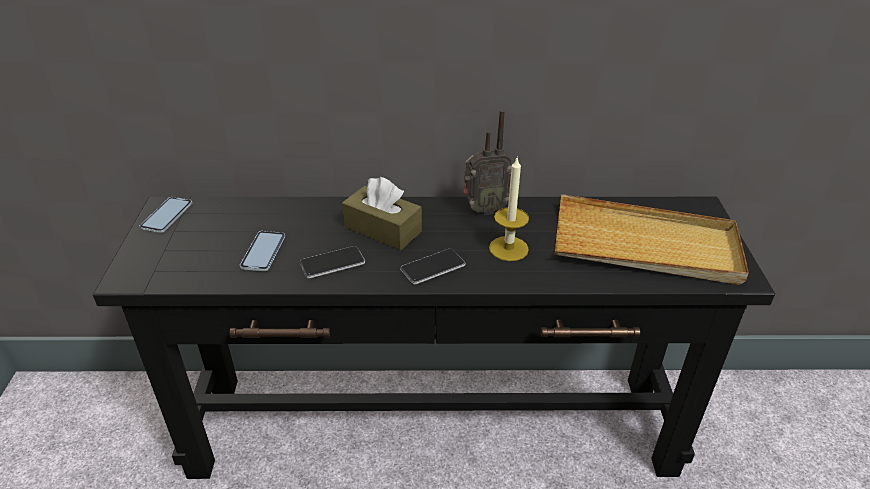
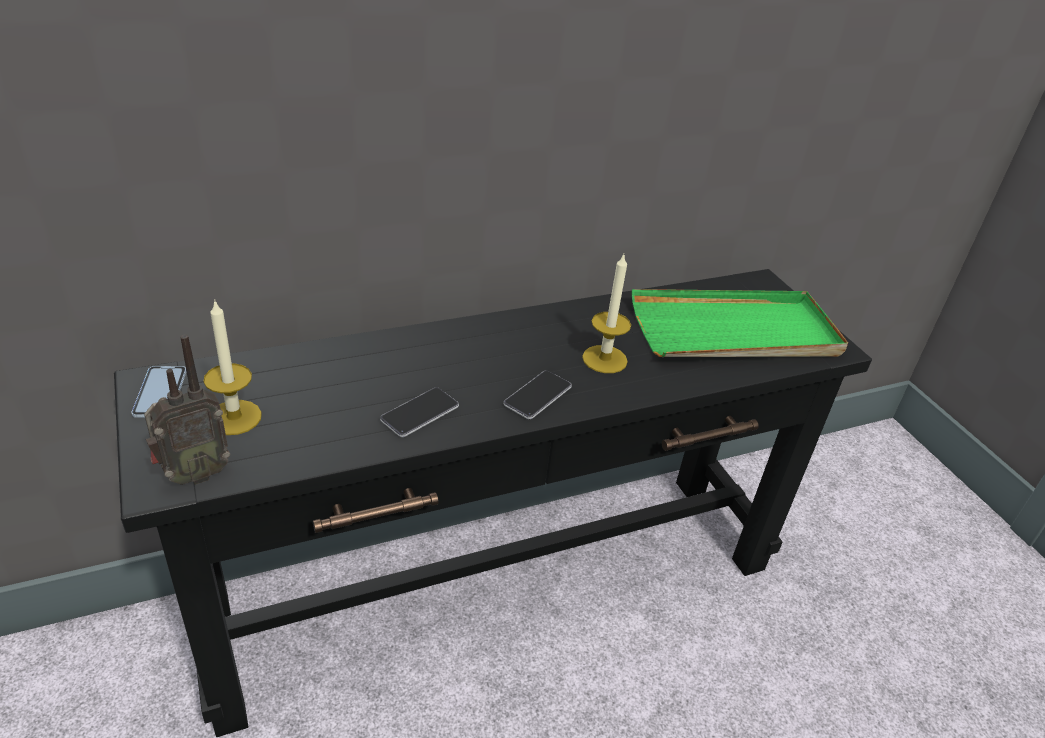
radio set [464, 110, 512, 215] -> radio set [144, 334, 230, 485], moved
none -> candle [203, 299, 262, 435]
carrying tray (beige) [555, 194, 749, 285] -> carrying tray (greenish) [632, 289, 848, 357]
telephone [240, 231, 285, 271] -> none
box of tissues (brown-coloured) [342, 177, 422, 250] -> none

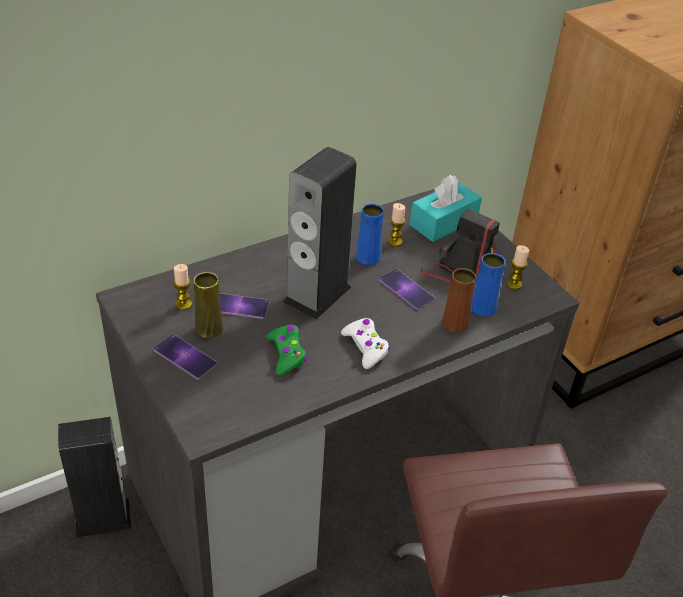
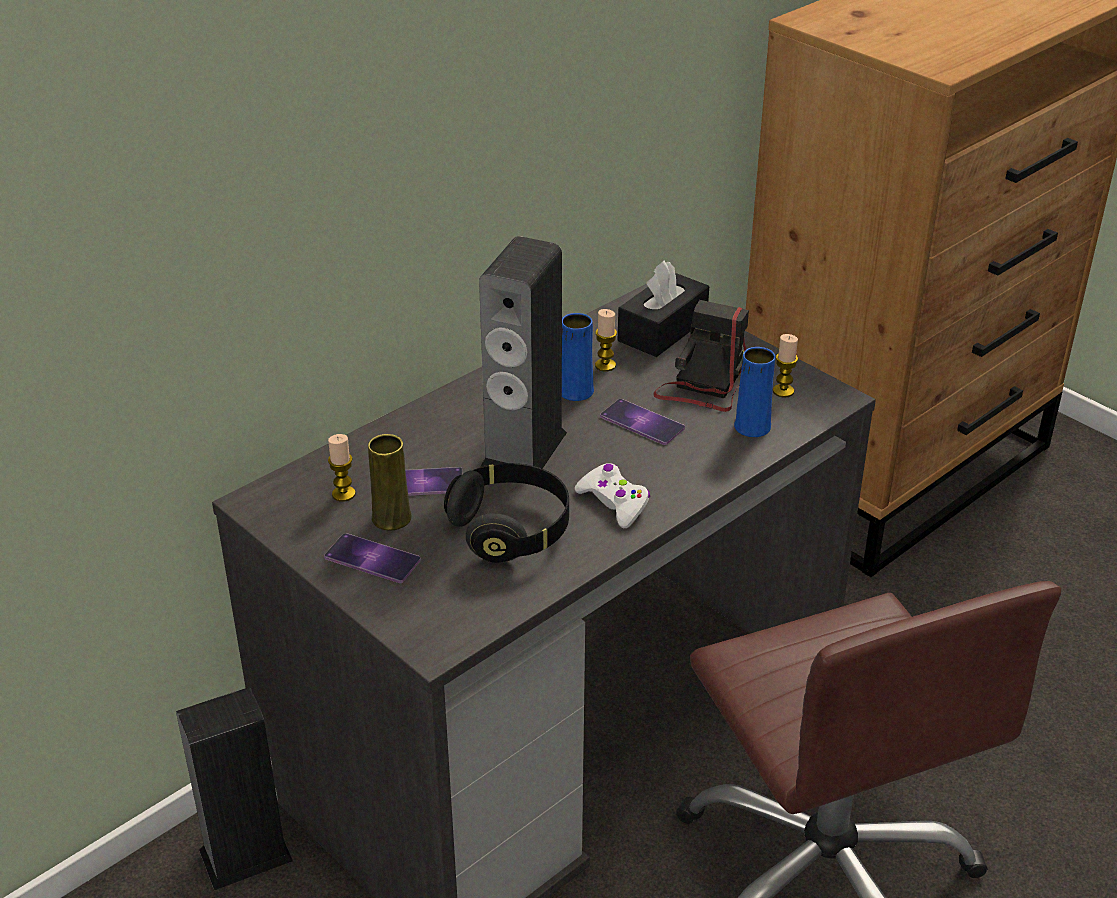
joypad (greenish) [266, 325, 307, 376] -> headphones (blackish) [444, 463, 569, 563]
box of tissues (blue-green) [410, 175, 482, 242] -> box of tissues (blackish) [618, 261, 709, 357]
decorative vase (brown-coloured) [442, 268, 476, 333] -> none

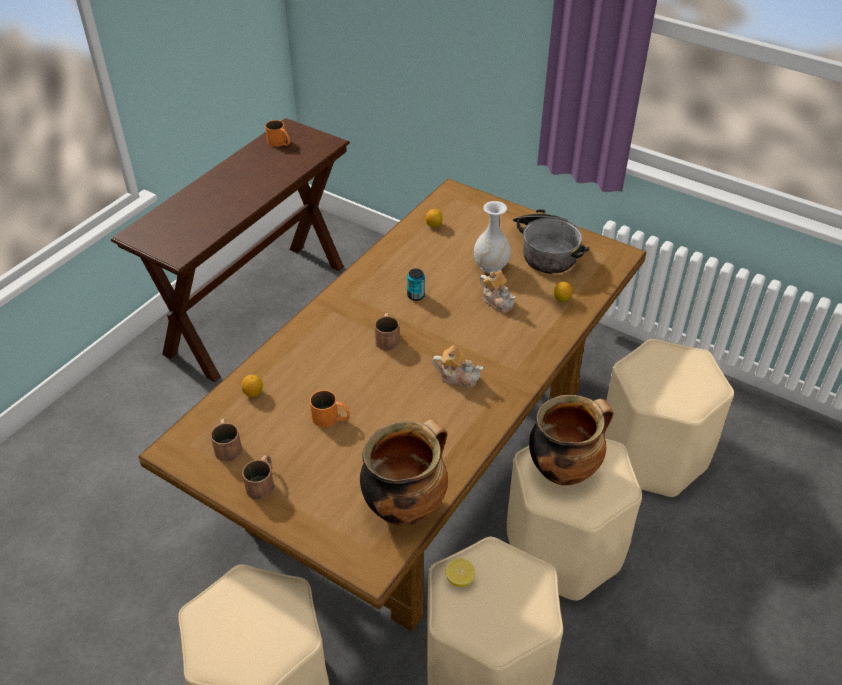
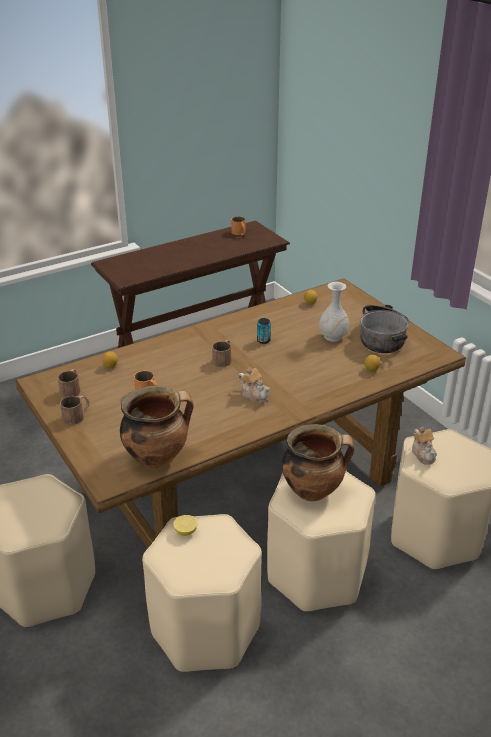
pot for tea [480, 270, 516, 313] -> pot for tea [412, 427, 437, 465], moved

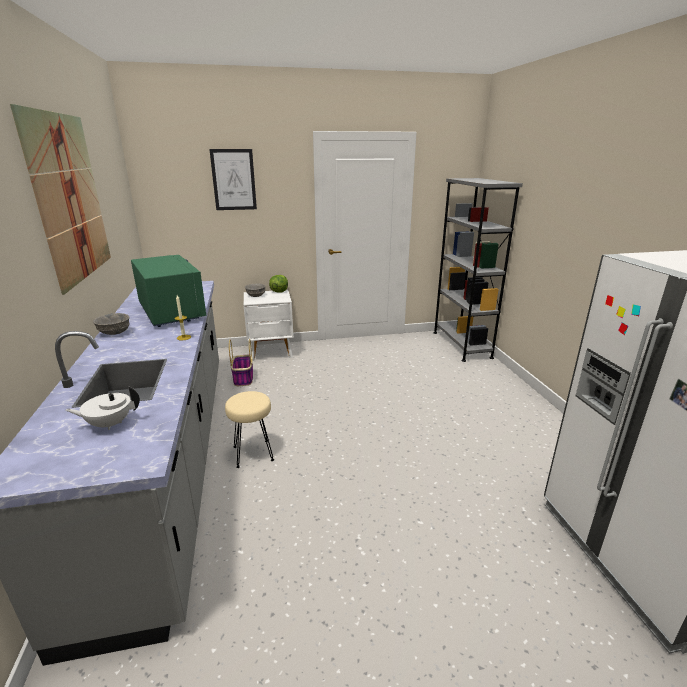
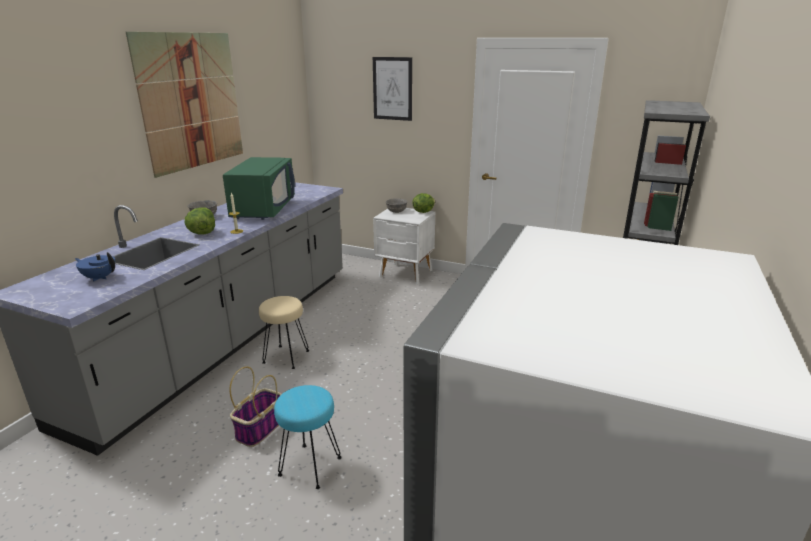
pot for tea (whitish) [66, 386, 140, 430] -> pot for tea (blue) [75, 252, 115, 281]
none -> lettuce head [185, 207, 215, 234]
household basket [229, 339, 253, 386] -> household basket [229, 366, 282, 447], moved
none -> stool (blue-green) [274, 385, 342, 489]

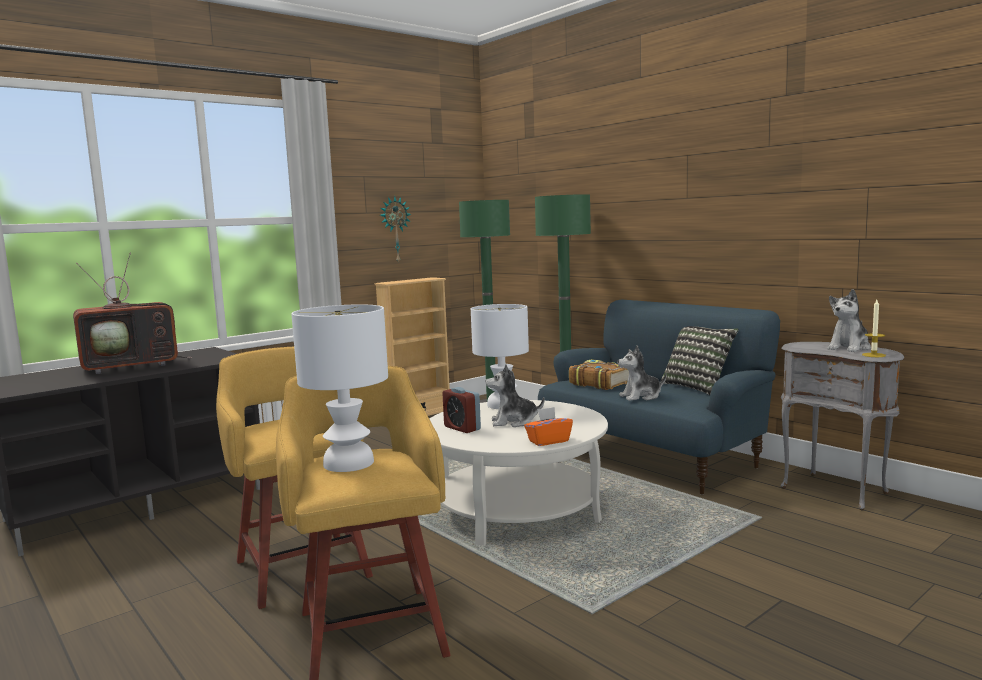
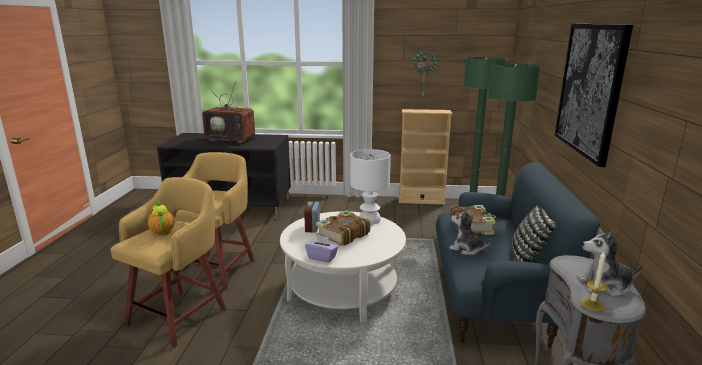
table lamp (whitish) [291, 304, 388, 472] -> pot for tea [148, 200, 174, 236]
box of tissues (orange-coloured) [524, 407, 573, 446] -> box of tissues (purple) [305, 235, 338, 263]
cuddly toy [486, 364, 545, 427] -> book [316, 210, 370, 246]
none -> wall art [554, 24, 633, 167]

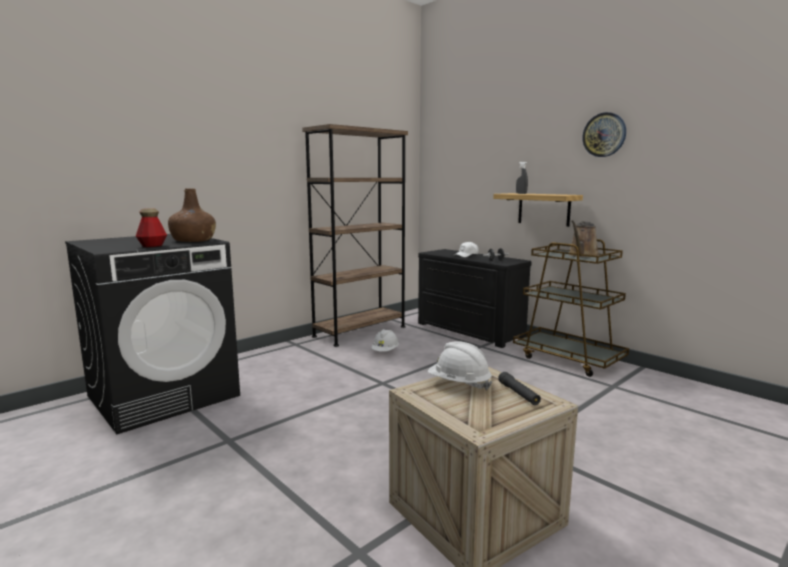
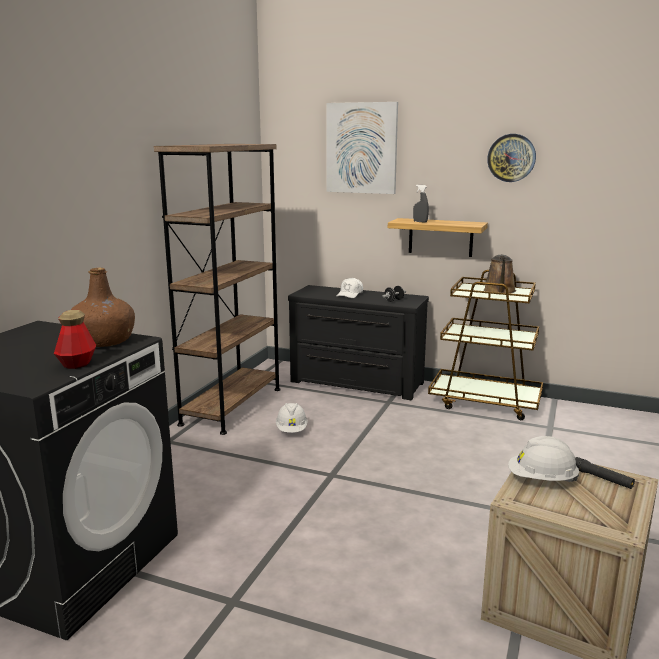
none -> wall art [326, 102, 398, 194]

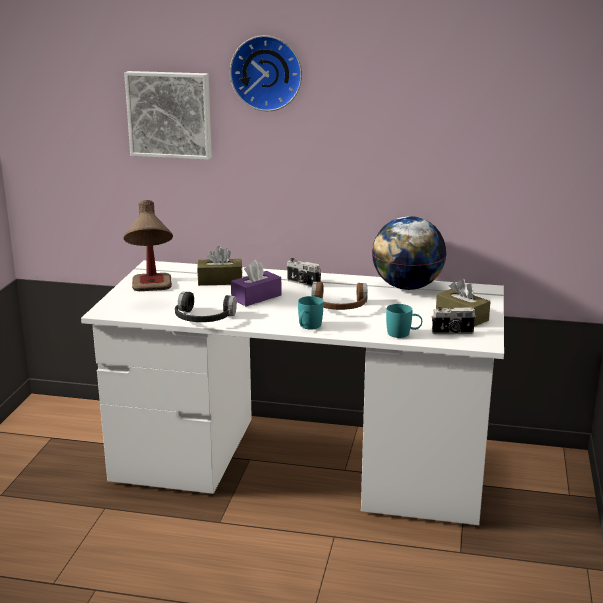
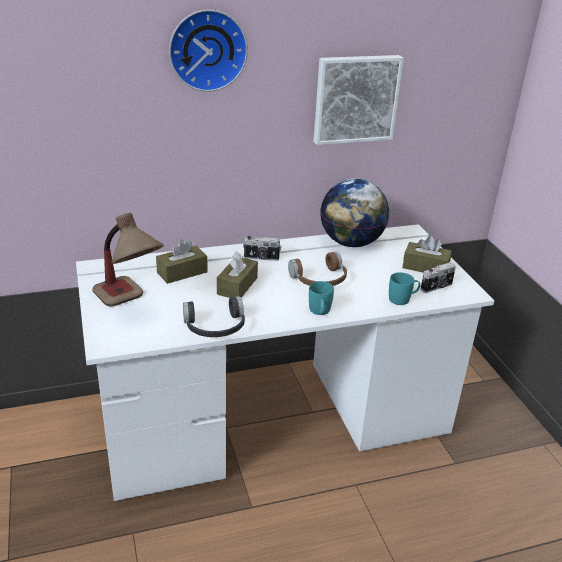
box of tissues (purple) [231, 260, 281, 306] -> box of tissues (brown-coloured) [217, 251, 258, 298]
wall art [124, 71, 212, 160] -> wall art [314, 55, 404, 145], moved

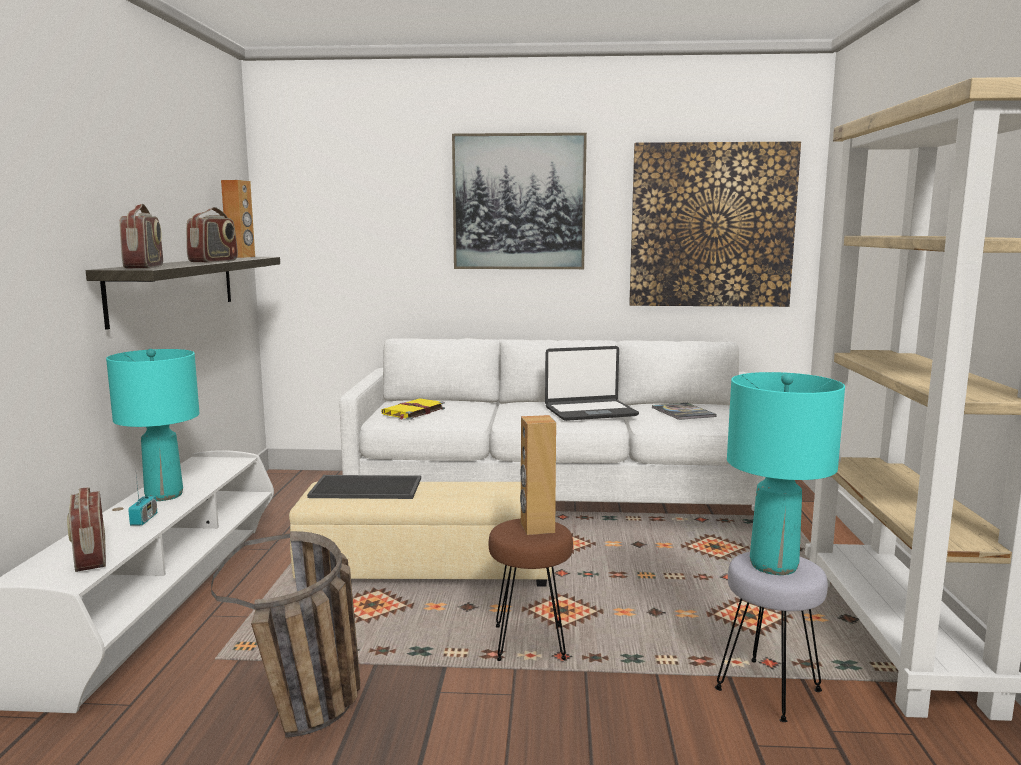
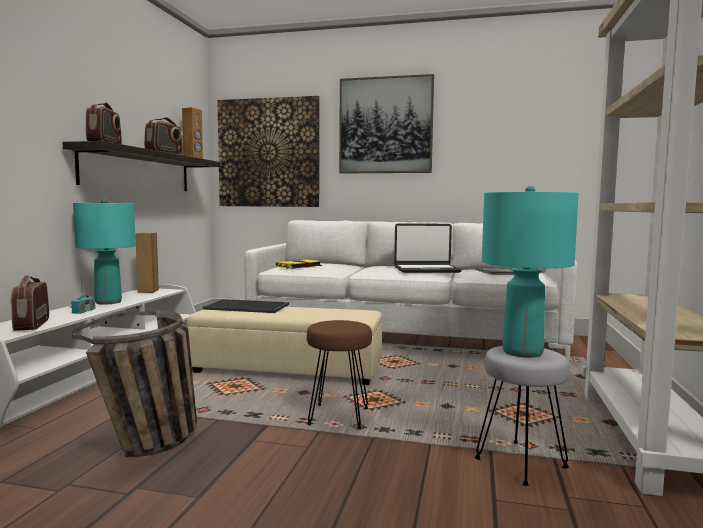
loudspeaker (brown-coloured) [520, 415, 556, 535] -> loudspeaker (brown-coloured) [135, 232, 159, 293], moved
wall art [629, 142, 801, 307] -> wall art [217, 96, 320, 207], moved

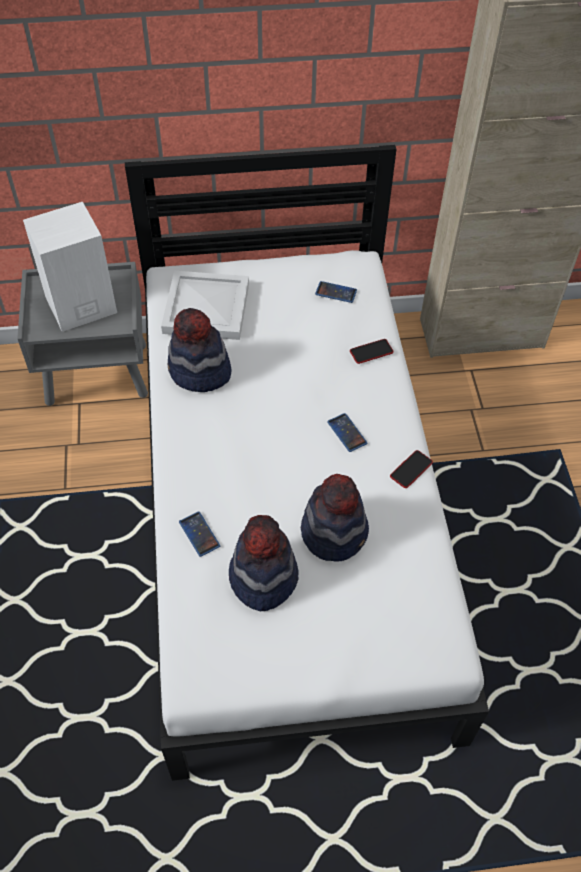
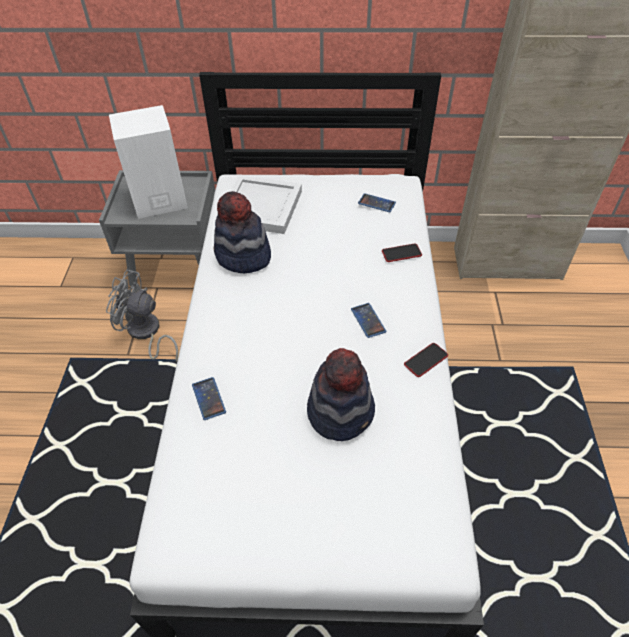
none -> electric fan (greyish) [106, 269, 179, 362]
clothing hat [229, 515, 299, 611] -> none

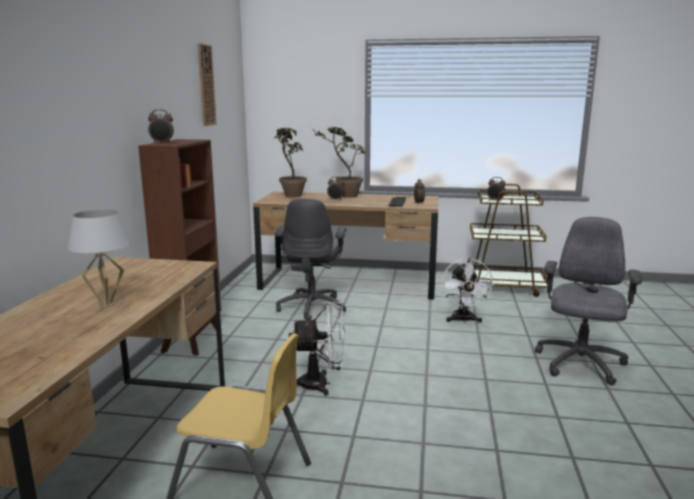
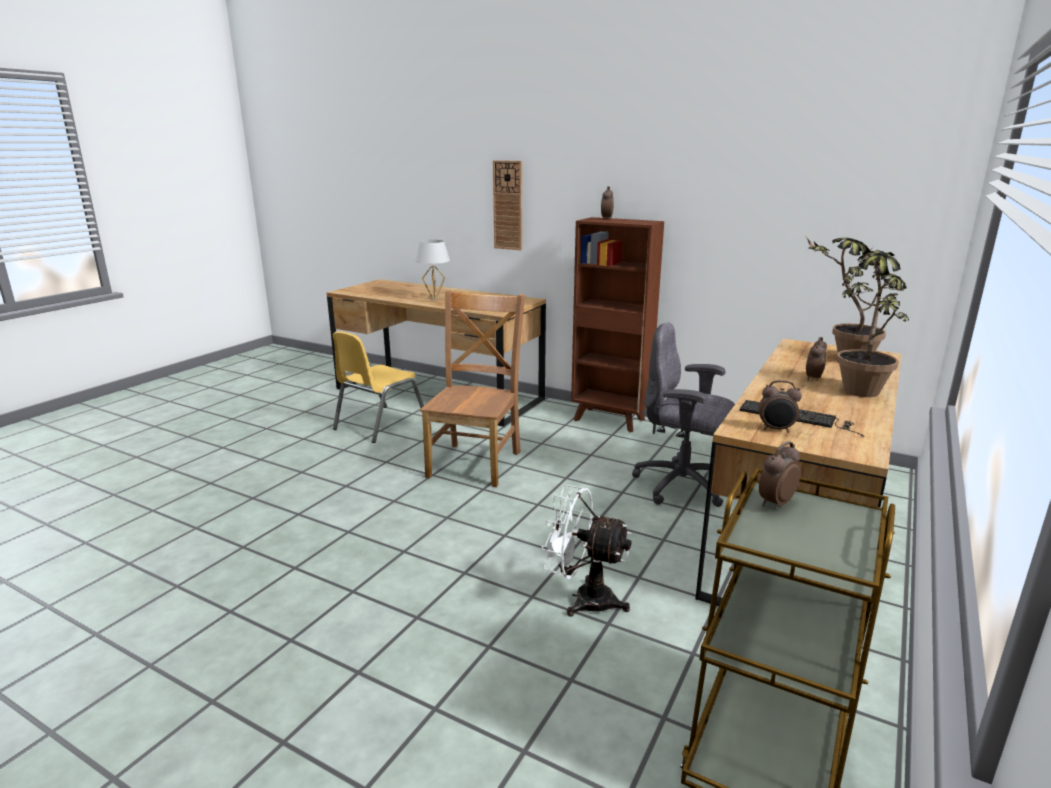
electric fan (whitish) [289, 302, 346, 396] -> chair (brown-coloured) [420, 290, 525, 487]
wall clock [198, 43, 217, 126] -> wall clock [493, 160, 522, 250], moved
desk chair (greyish) [535, 217, 642, 385] -> none

